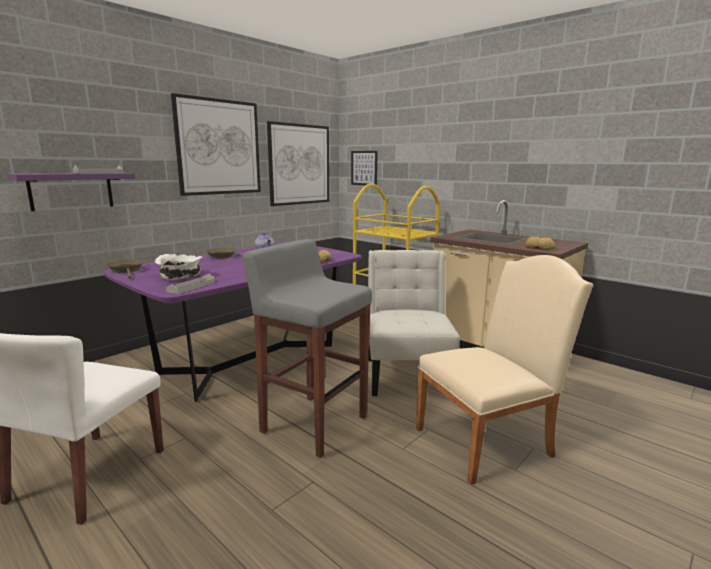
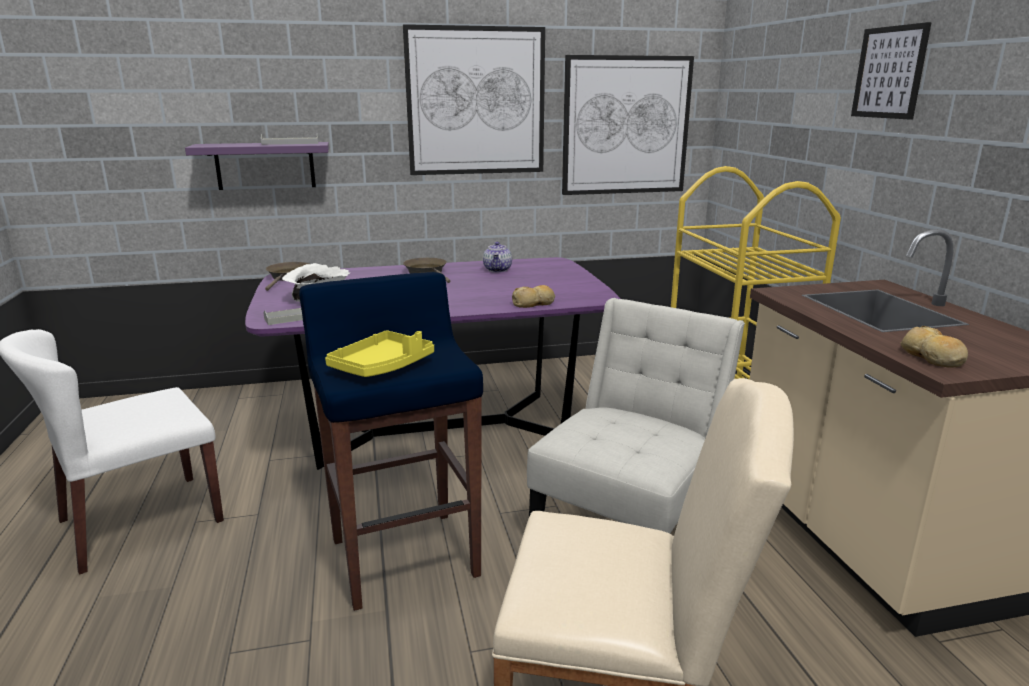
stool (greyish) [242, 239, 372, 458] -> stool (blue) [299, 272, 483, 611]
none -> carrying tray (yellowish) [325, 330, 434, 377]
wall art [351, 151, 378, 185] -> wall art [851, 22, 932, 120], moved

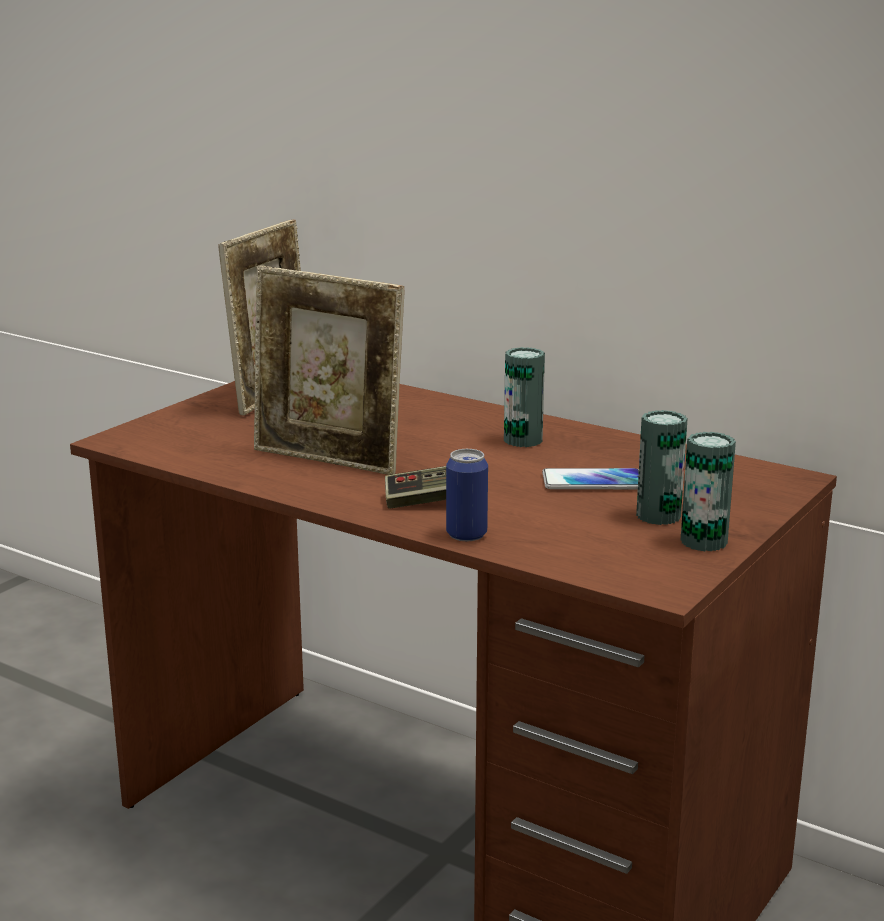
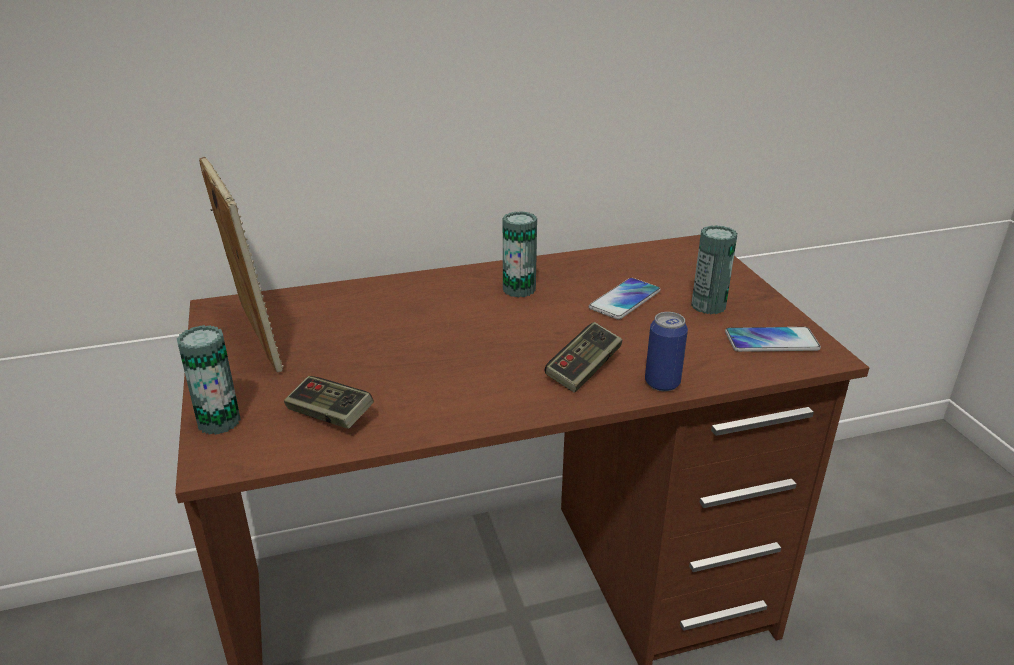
can [680, 432, 736, 551] -> can [177, 325, 241, 435], moved
none -> joypad [284, 376, 374, 429]
none -> telephone [725, 327, 821, 352]
picture frame [254, 265, 404, 475] -> none

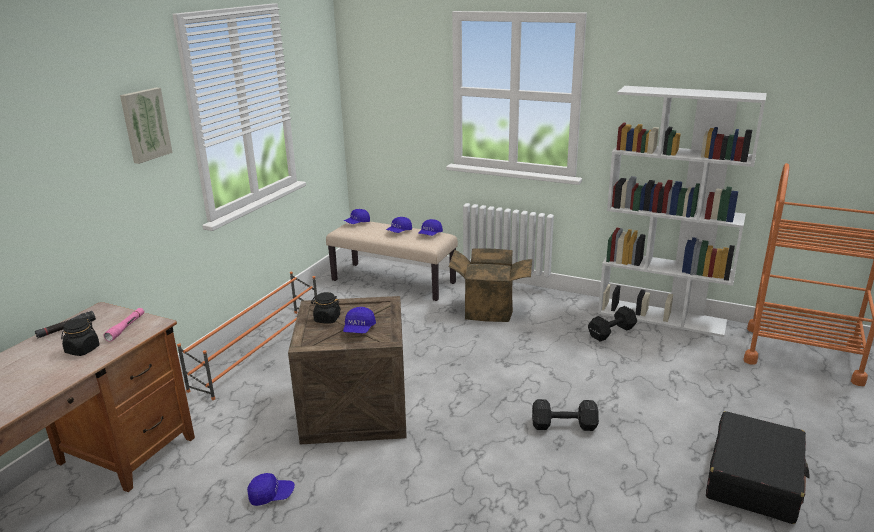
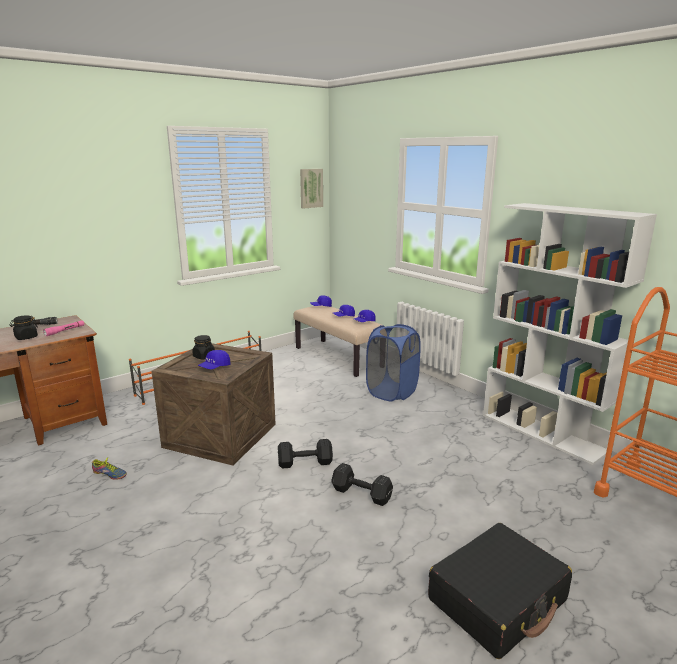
peaked cap (blue) [247, 473, 295, 506] -> item of footwear [92, 457, 127, 480]
dumbbell (blackish) [588, 306, 637, 342] -> dumbbell (blackish) [278, 439, 333, 469], moved
wall art [120, 88, 173, 164] -> wall art [300, 169, 323, 209], moved
packing box [449, 248, 532, 322] -> laundry basket (blue) [366, 324, 421, 401]

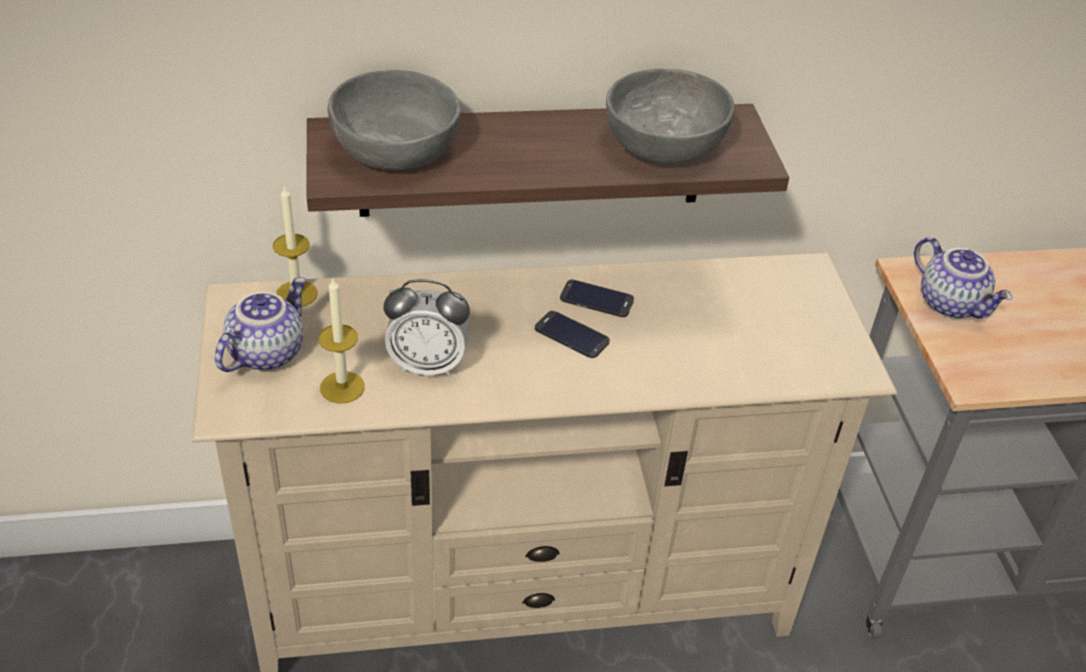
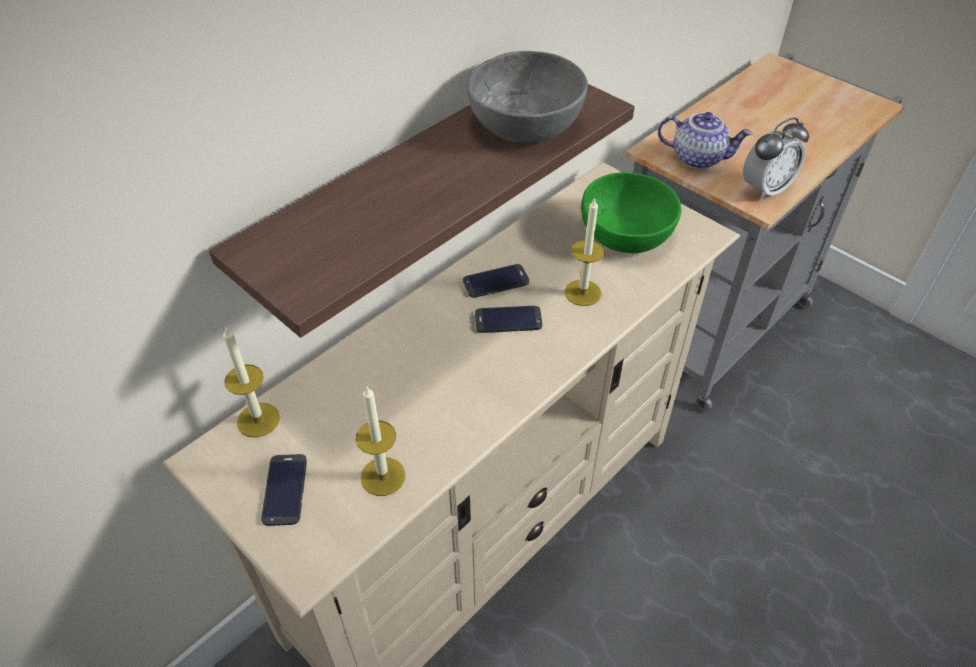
pot for tea [215, 277, 306, 372] -> telephone [261, 454, 307, 526]
none -> candle [565, 197, 605, 306]
none -> serving bowl (greenish) [581, 172, 681, 253]
table clock [384, 279, 470, 377] -> table clock [743, 117, 809, 201], moved
serving bowl (greyish) [327, 70, 461, 170] -> none

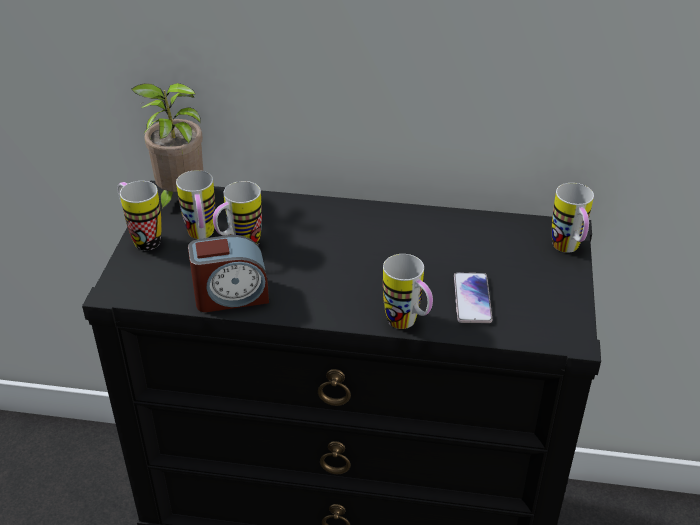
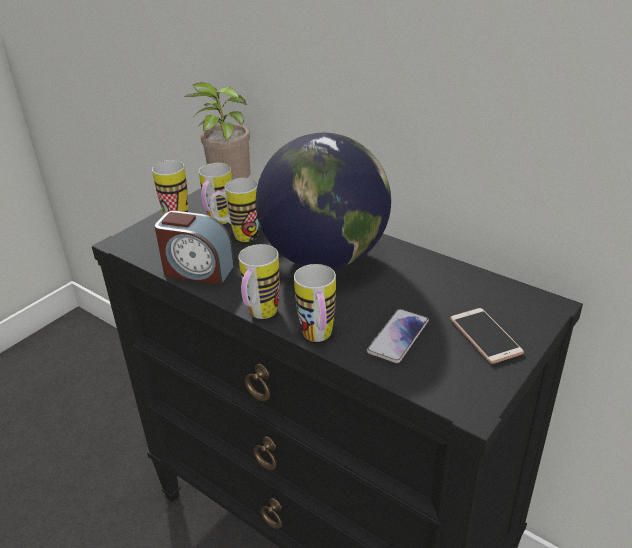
coffee mug [552, 183, 594, 253] -> coffee mug [238, 244, 280, 319], moved
none -> globe [256, 133, 391, 269]
none -> telephone [450, 308, 524, 364]

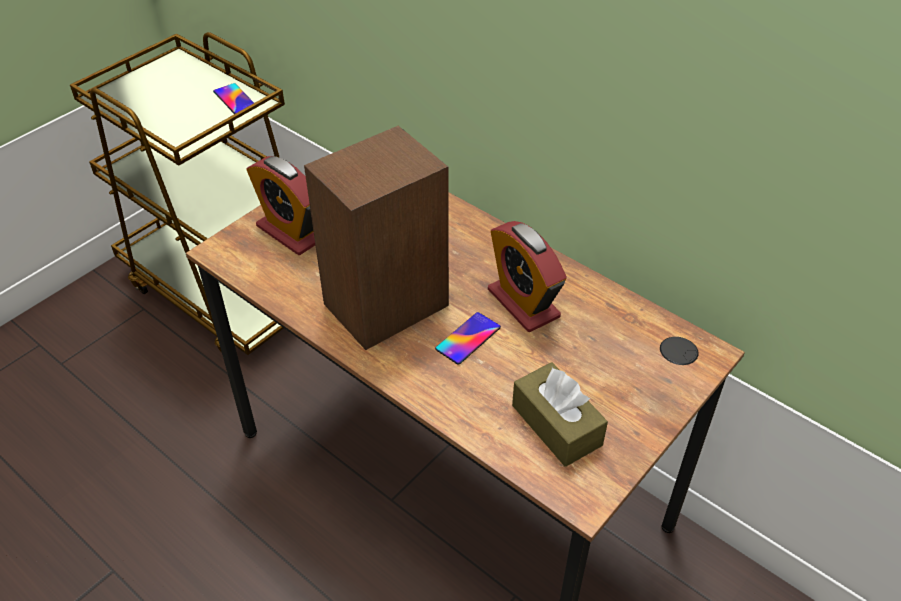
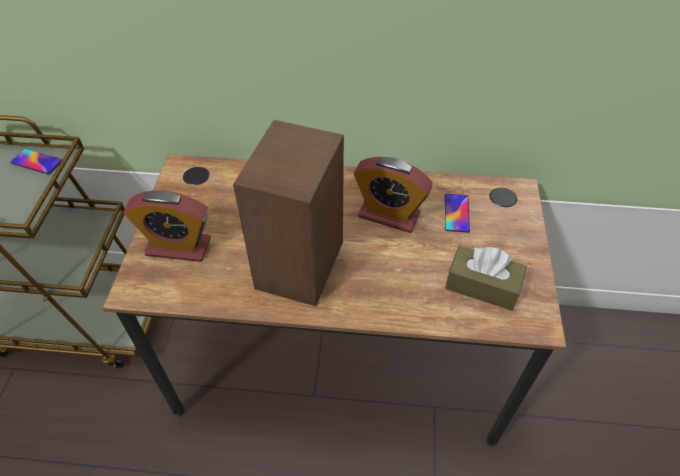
telephone [435, 312, 501, 364] -> telephone [445, 194, 470, 233], moved

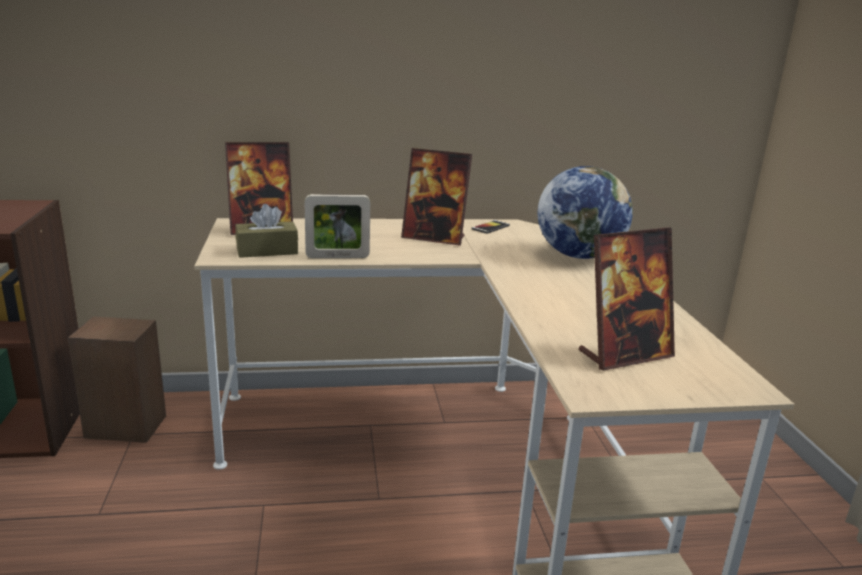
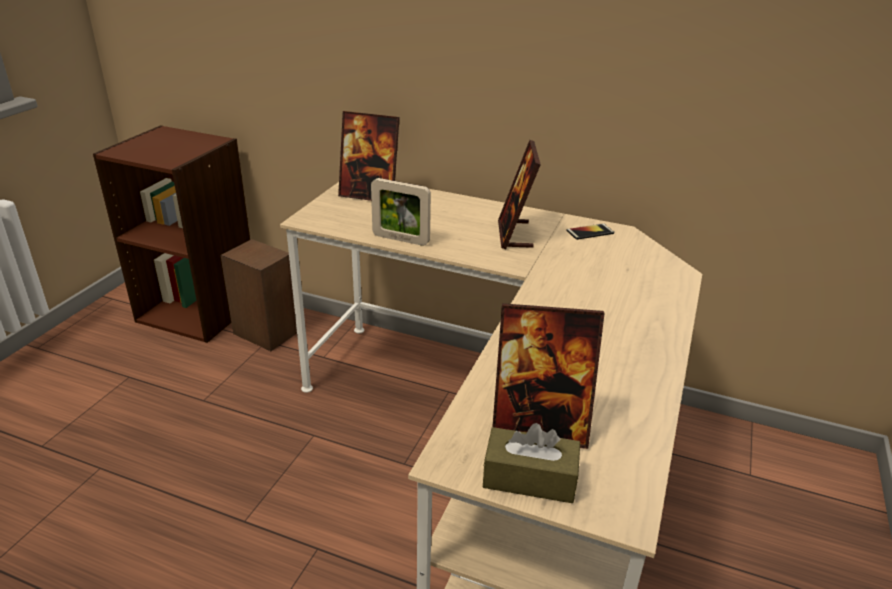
box of tissues (brown-coloured) [235, 204, 298, 258] -> box of tissues (brown-coloured) [483, 423, 580, 503], moved
picture frame [401, 148, 472, 246] -> picture frame [498, 140, 541, 249], 45 degrees clockwise
globe [537, 166, 633, 259] -> none

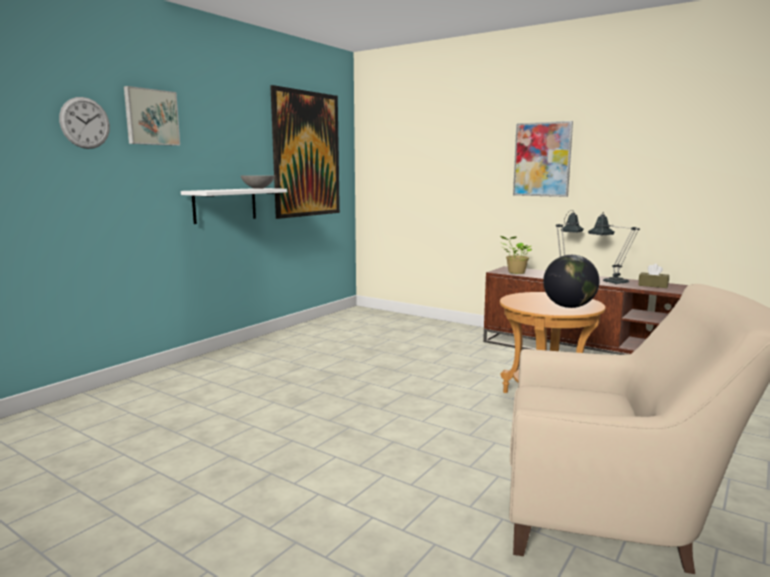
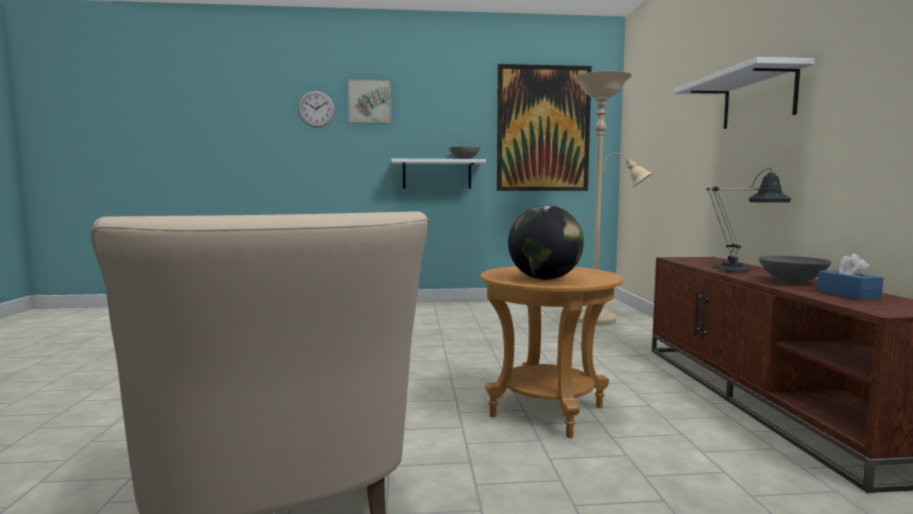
none -> standard lamp (beige) [574, 71, 653, 325]
wall art [513, 121, 573, 197] -> bracket shelf (whitish) [674, 57, 815, 129]
table lamp [588, 212, 640, 284] -> serving bowl (greyish) [759, 256, 831, 284]
box of tissues (brown-coloured) [638, 263, 669, 288] -> box of tissues (blue) [817, 253, 884, 300]
houseplant [500, 236, 532, 274] -> none

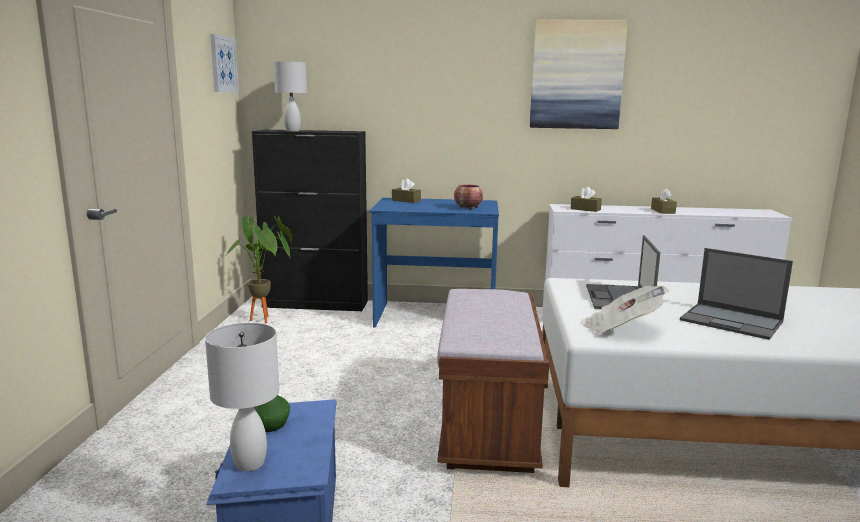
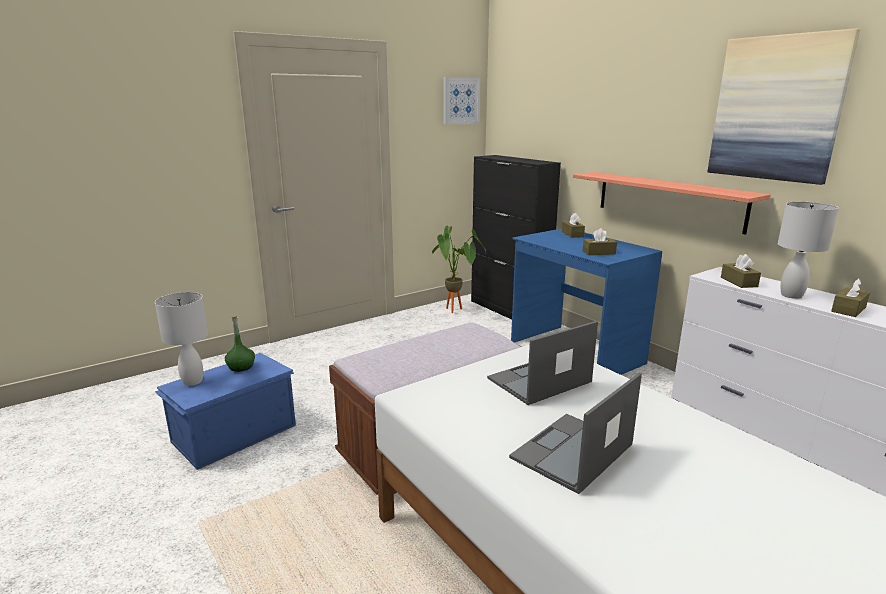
laptop [680, 248, 793, 340] -> laptop [509, 373, 642, 494], 45 degrees clockwise
none -> bracket shelf [573, 172, 771, 235]
serving bowl [454, 185, 483, 210] -> box of tissues (brown-coloured) [583, 228, 617, 255]
table lamp (whitish) [274, 61, 307, 131] -> table lamp (whitish) [778, 202, 839, 299], moved
printed paper [580, 286, 669, 334] -> none

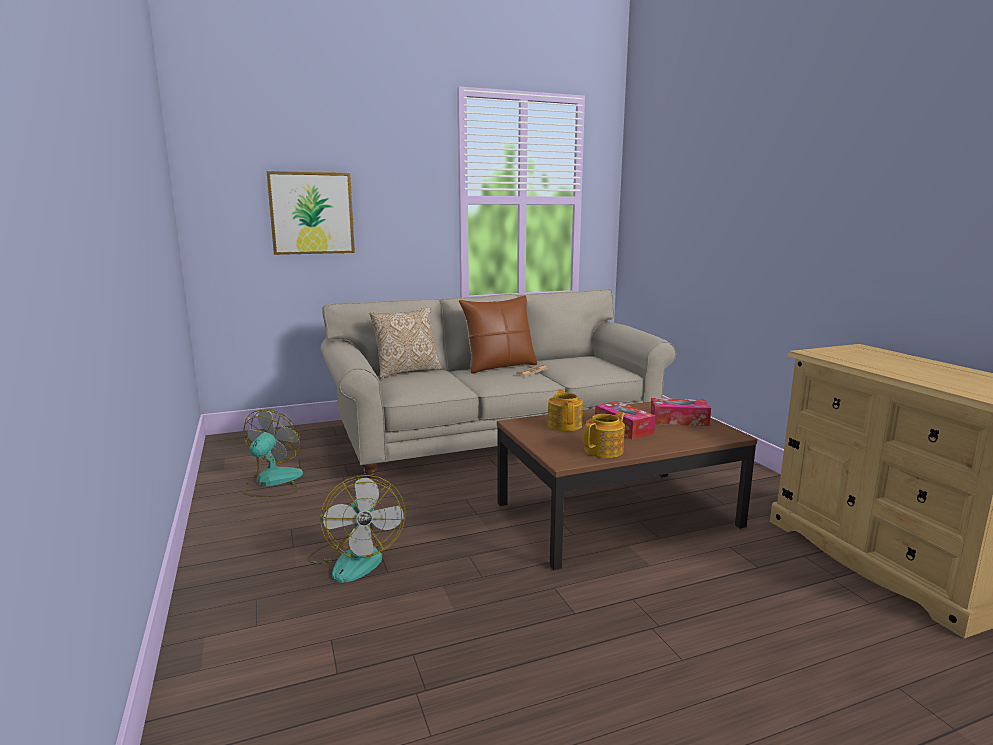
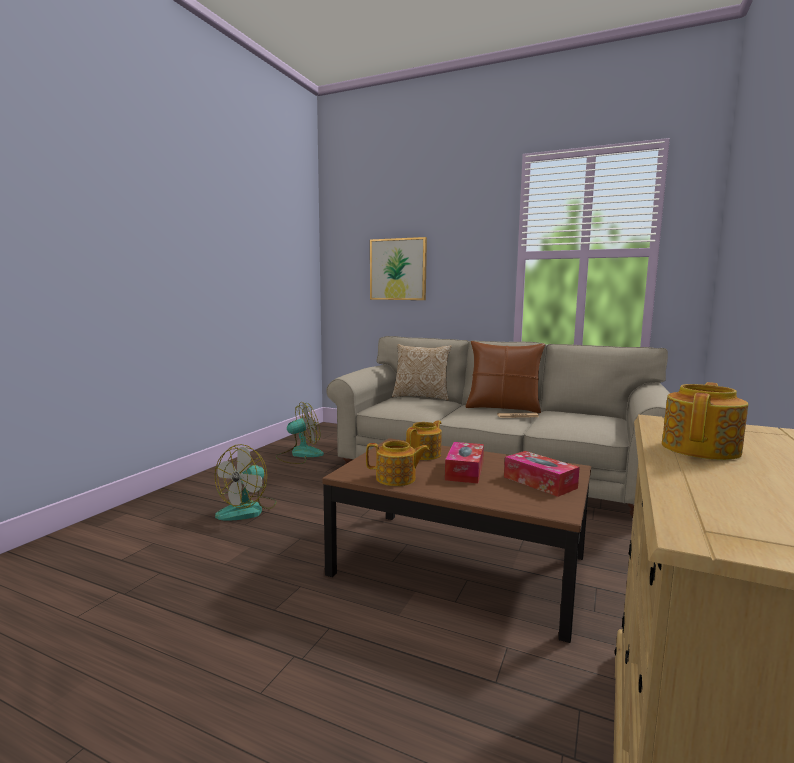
none -> pot for tea [662, 382, 748, 460]

